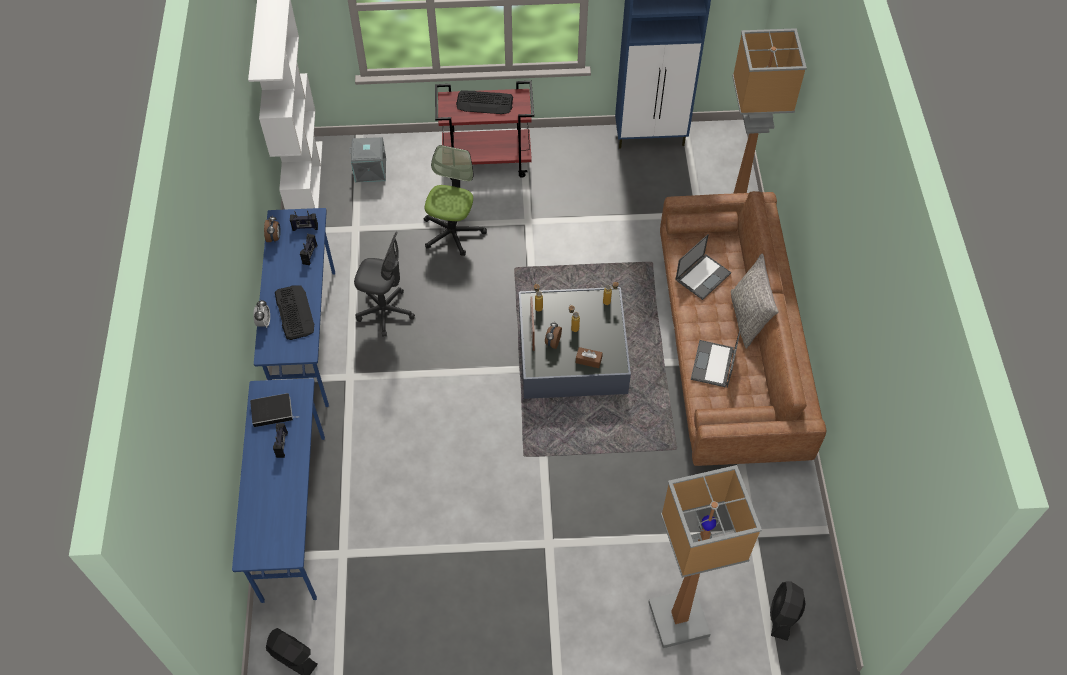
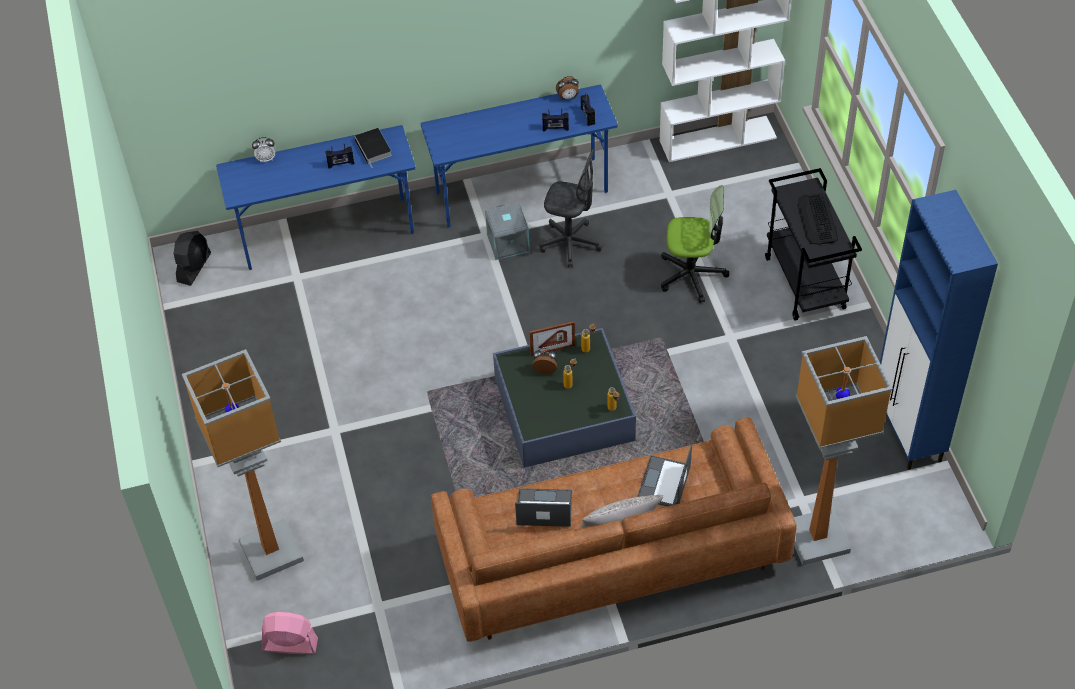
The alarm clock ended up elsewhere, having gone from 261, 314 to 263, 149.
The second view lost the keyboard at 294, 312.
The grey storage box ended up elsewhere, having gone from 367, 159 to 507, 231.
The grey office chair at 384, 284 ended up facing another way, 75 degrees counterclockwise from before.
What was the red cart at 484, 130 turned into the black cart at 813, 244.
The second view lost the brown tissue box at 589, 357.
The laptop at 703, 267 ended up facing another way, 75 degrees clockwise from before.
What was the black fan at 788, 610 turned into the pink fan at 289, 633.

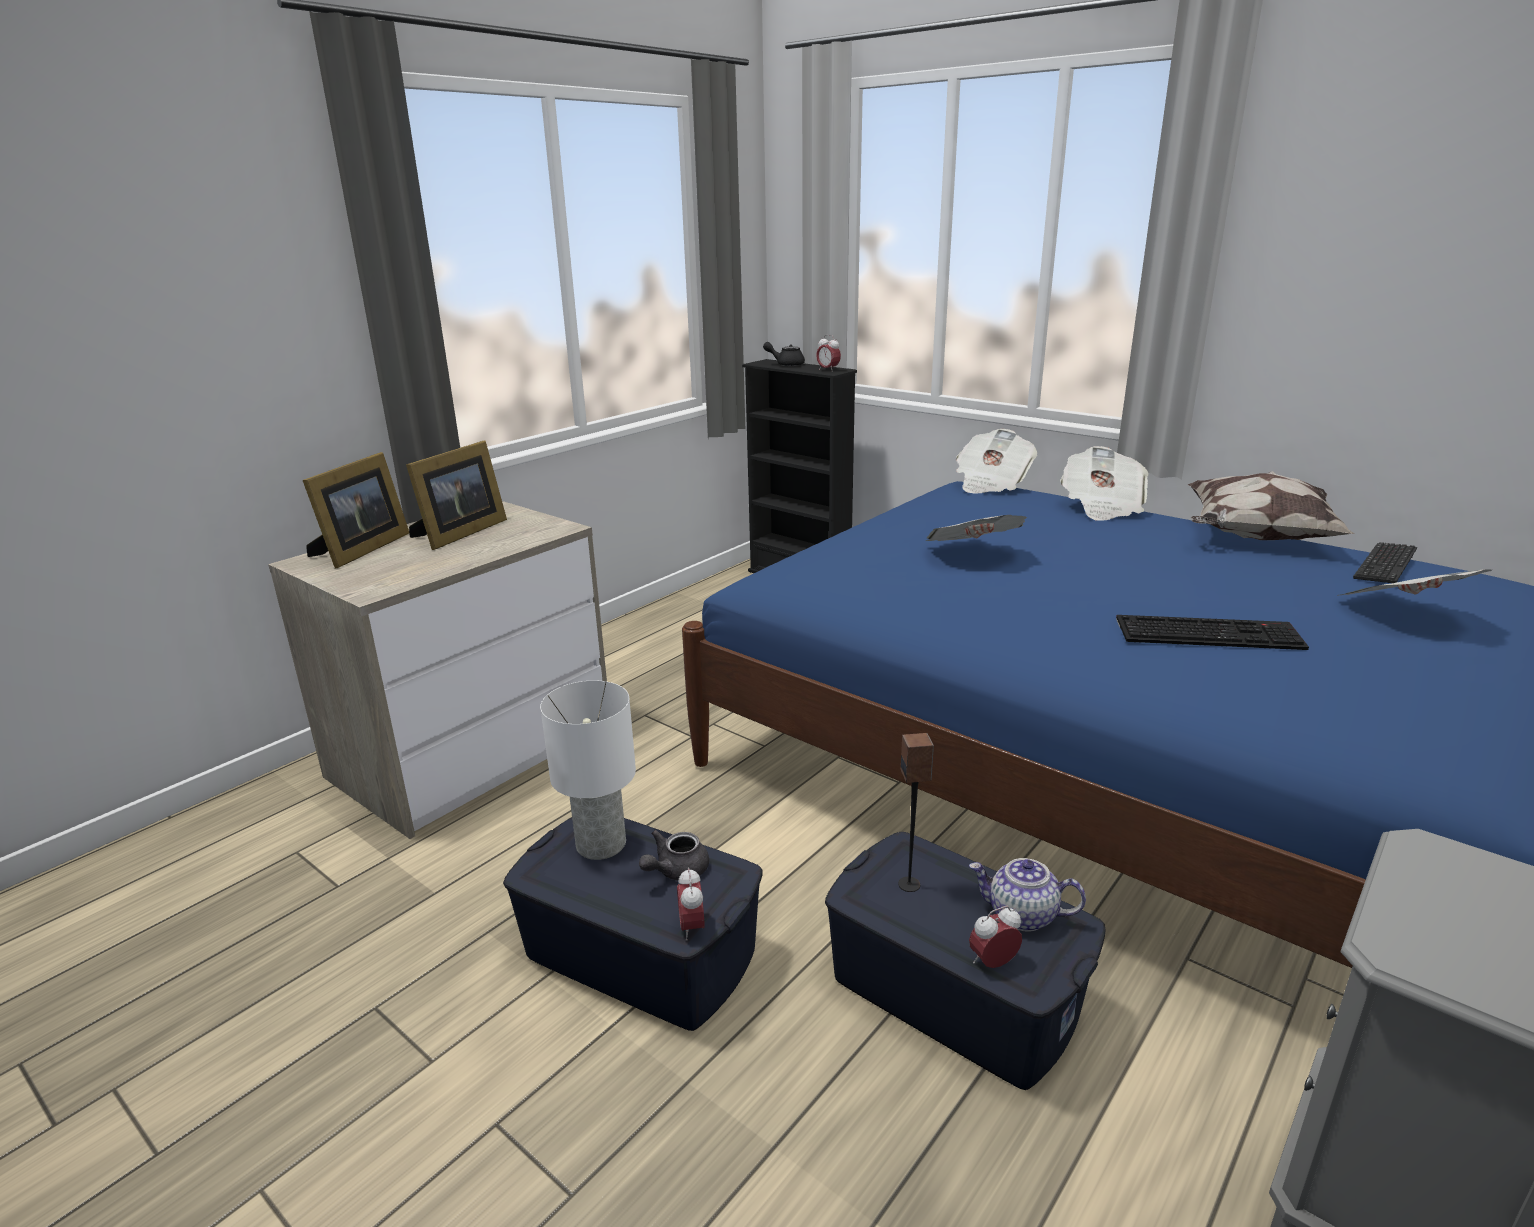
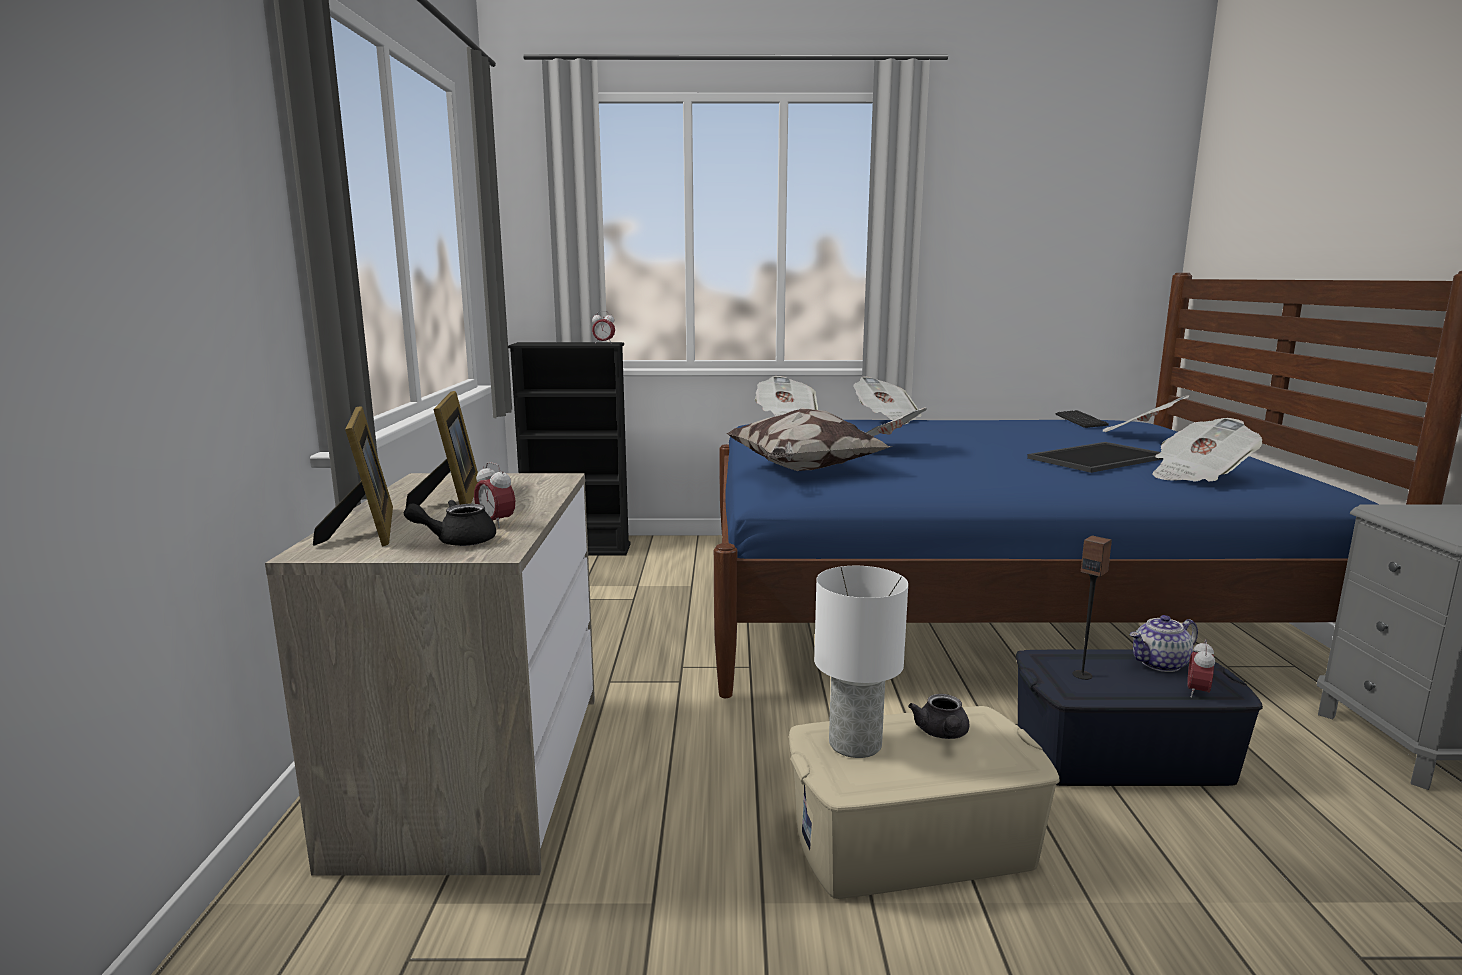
What was the blue storage box at 633, 924 turned into the beige storage box at 924, 802.
The alarm clock ended up elsewhere, having gone from 691, 904 to 494, 495.
The black teapot ended up elsewhere, having gone from 784, 354 to 450, 523.
Where the keyboard stood at 1212, 632, the tray came to stand at 1095, 457.
The pillow ended up elsewhere, having gone from 1271, 505 to 808, 439.
The second view gained the newspaper at 1207, 450.

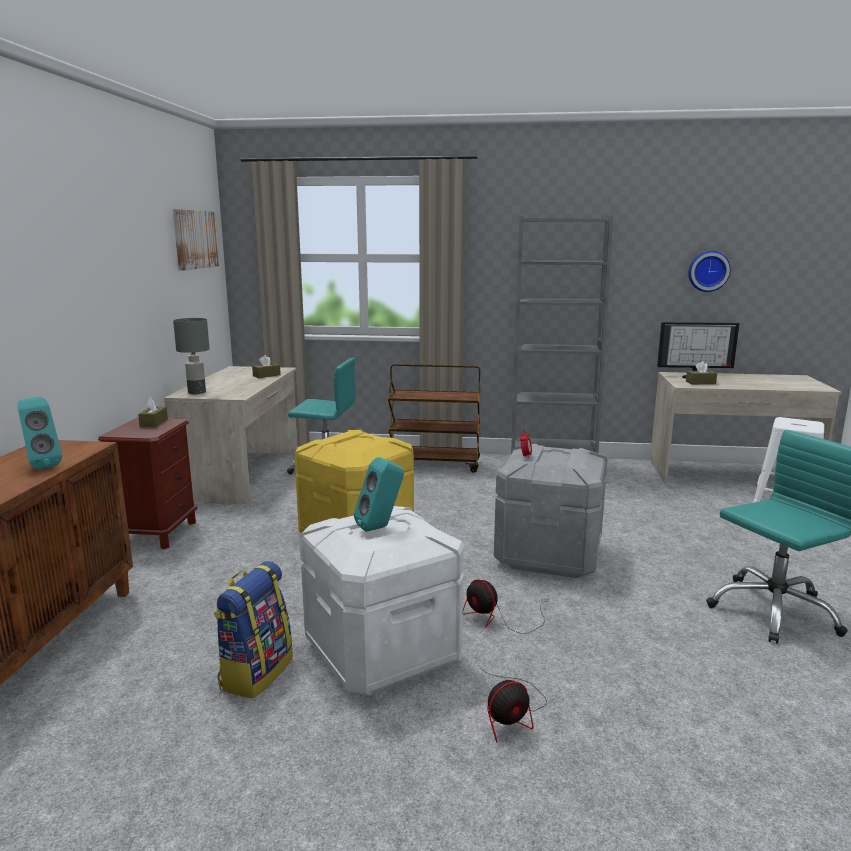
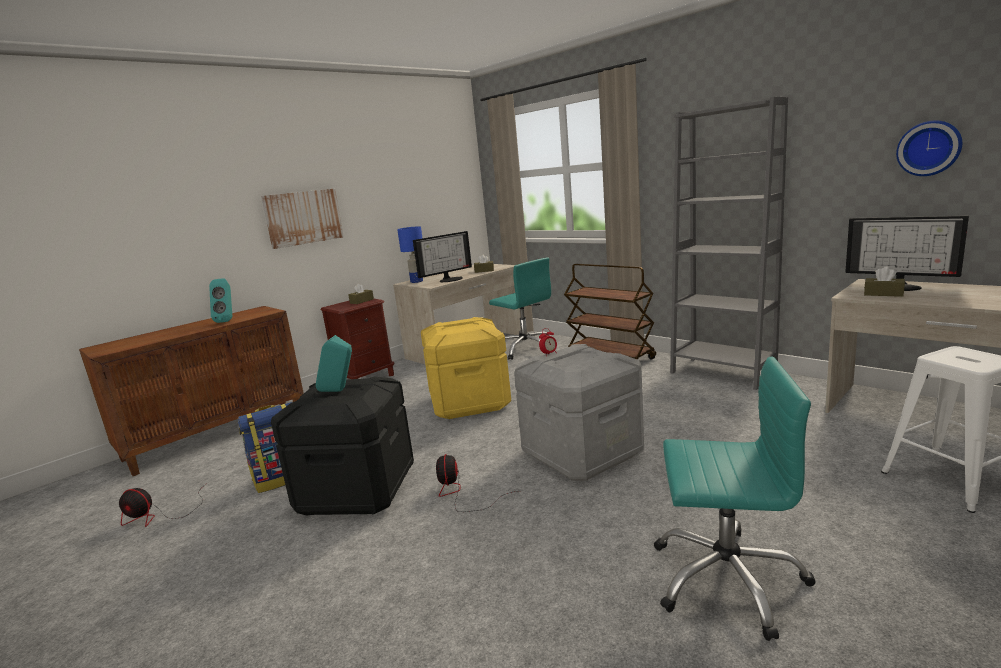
The picture ended up elsewhere, having gone from 196, 240 to 302, 219.
What was the grey table lamp at 191, 356 turned into the blue table lamp at 410, 254.
What was the white storage box at 382, 600 turned into the black storage box at 342, 446.
The fan ended up elsewhere, having gone from 512, 703 to 162, 505.
The second view gained the monitor at 442, 256.

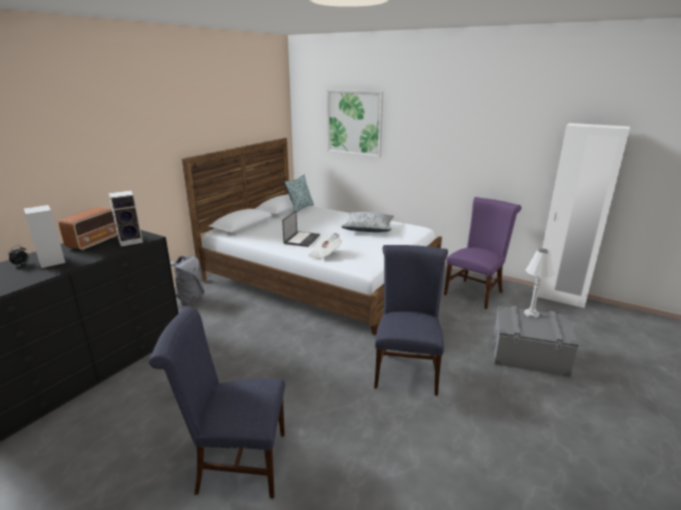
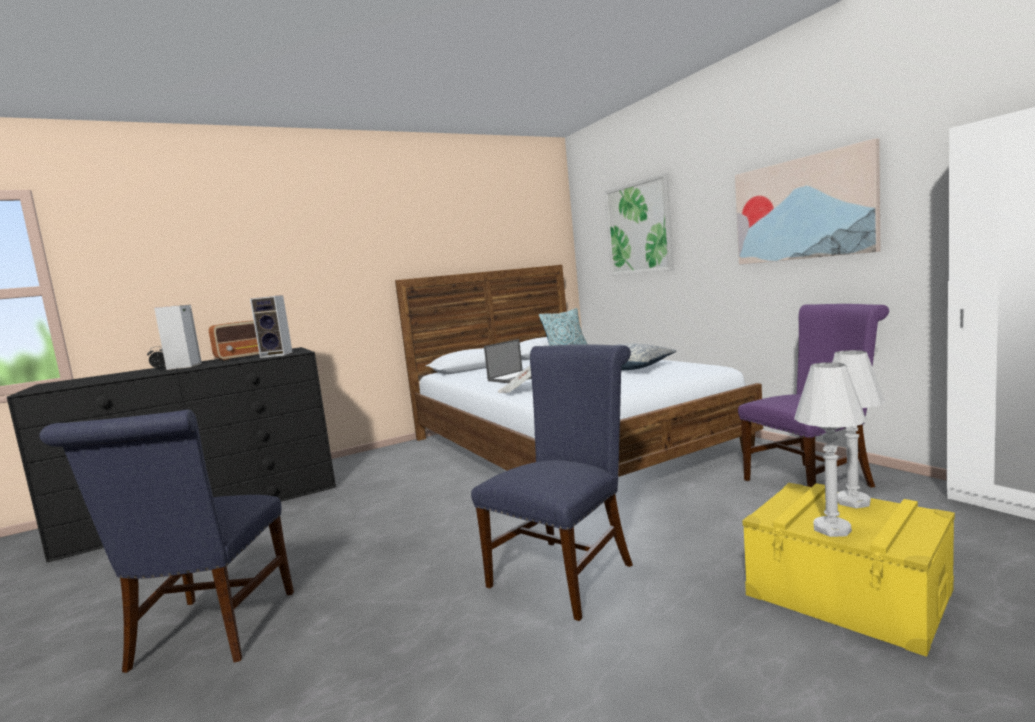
The blue chair at 217, 402 ended up facing another way, 120 degrees counterclockwise from before.
The second view lost the grey backpack at 187, 280.
What was the grey storage box at 536, 341 turned into the yellow storage box at 849, 570.
The second view gained the picture at 807, 201.
The second view gained the white table lamp at 830, 449.

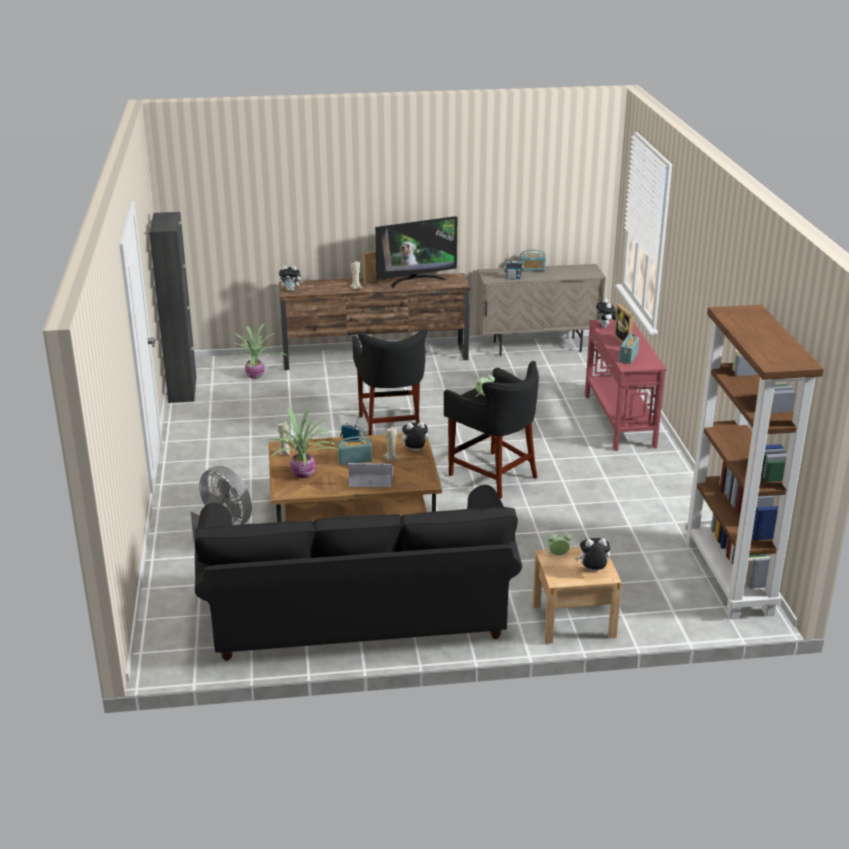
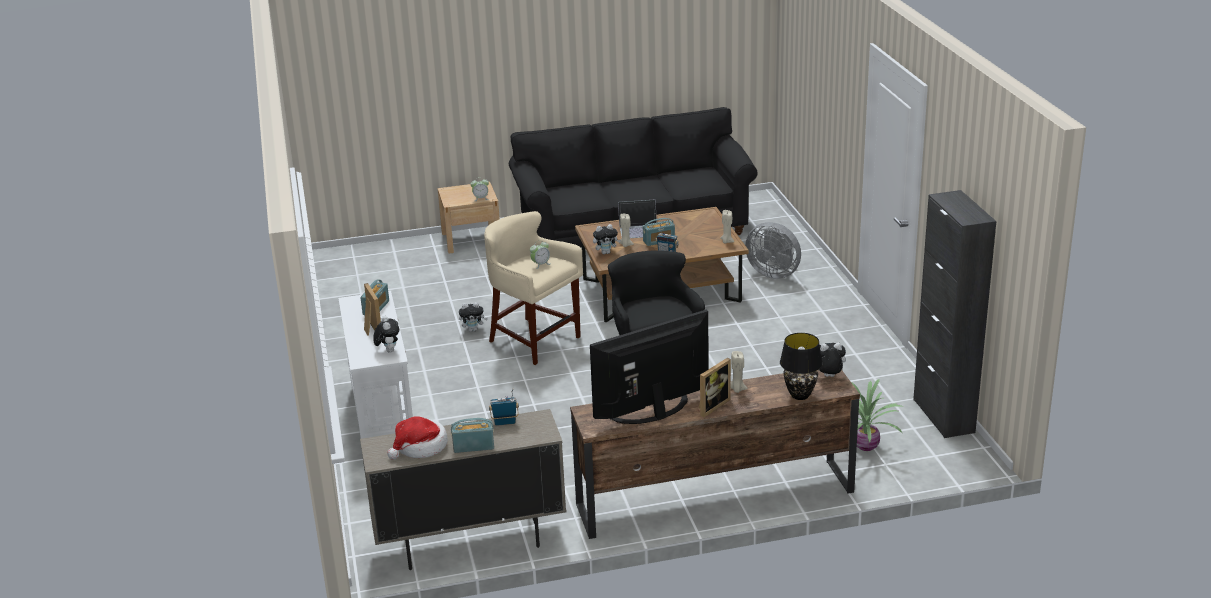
The second view lost the potted plant at 303, 442.
What was the black stool at 491, 430 turned into the beige stool at 533, 288.
The plush toy ended up elsewhere, having gone from 592, 554 to 473, 317.
What was the red console table at 626, 385 turned into the white console table at 375, 365.
The second view lost the brown bookcase at 754, 462.
The second view gained the hat at 417, 438.
The second view gained the black table lamp at 801, 366.

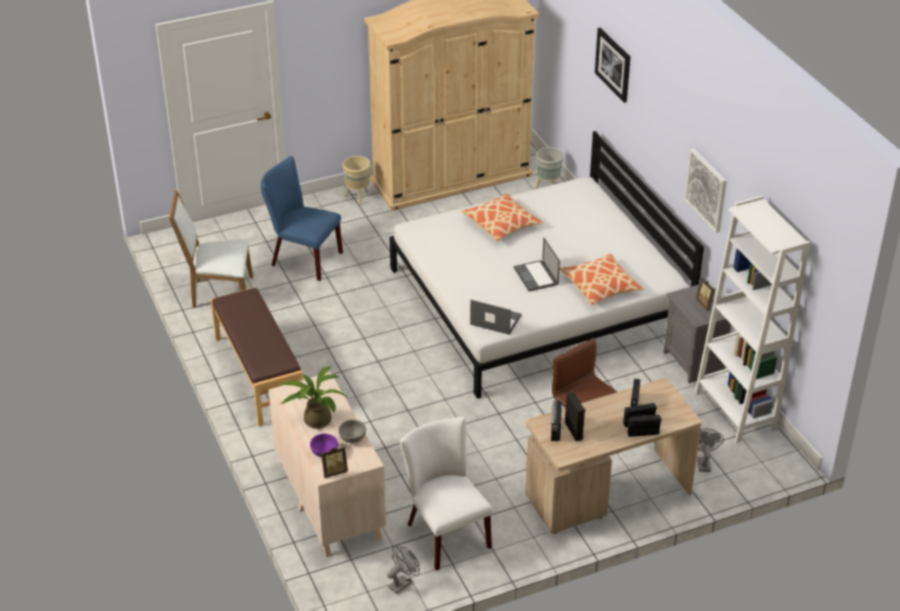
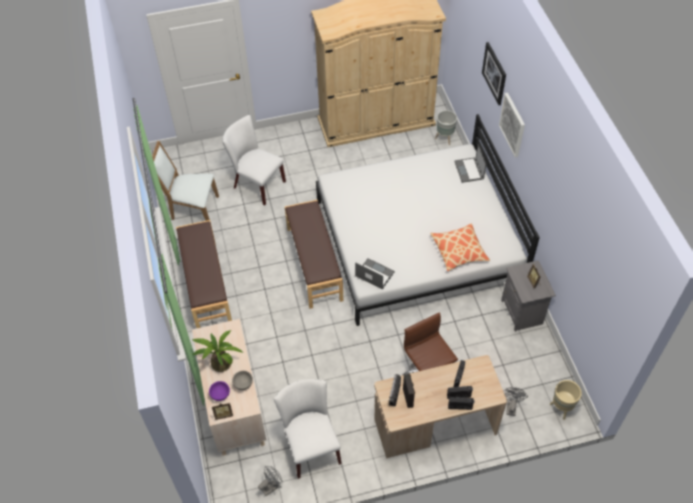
What was the blue chair at 302, 218 turned into the white chair at 254, 160.
The beige planter ended up elsewhere, having gone from 356, 180 to 565, 400.
The second view lost the pillow at 502, 217.
The laptop ended up elsewhere, having gone from 537, 264 to 470, 163.
The picture ended up elsewhere, having gone from 706, 190 to 512, 125.
The second view lost the white bookcase at 752, 319.
The second view gained the brown bench at 314, 254.

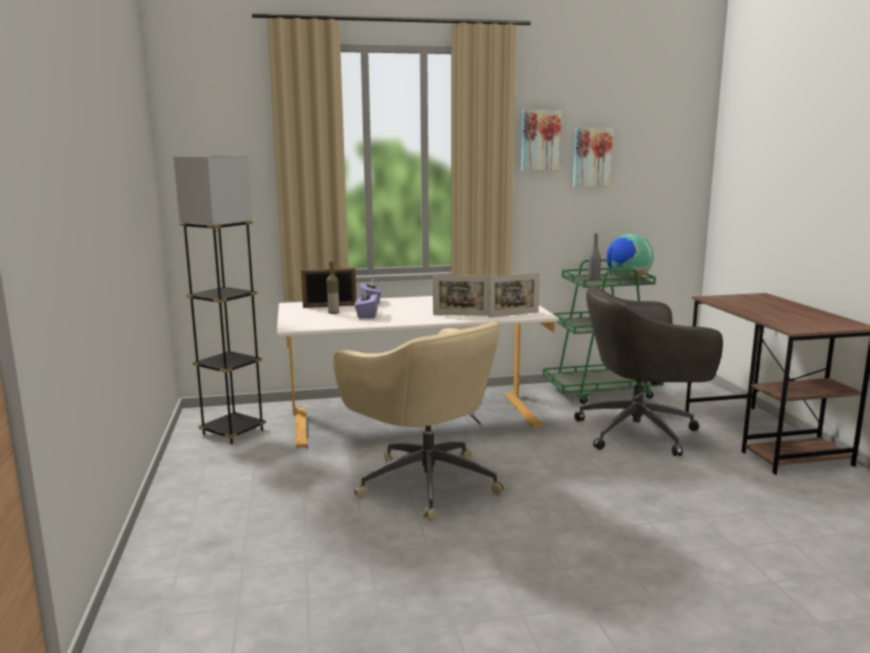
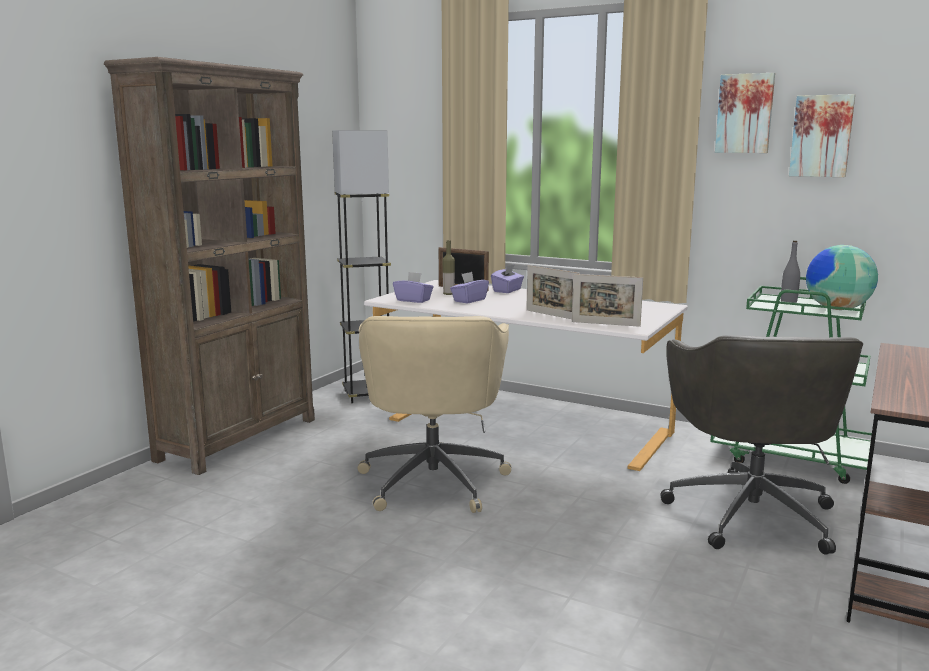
The grey office chair at 648, 371 ended up facing another way, 120 degrees counterclockwise from before.
The second view gained the brown bookcase at 209, 266.
The second view gained the purple tissue box at 413, 287.

